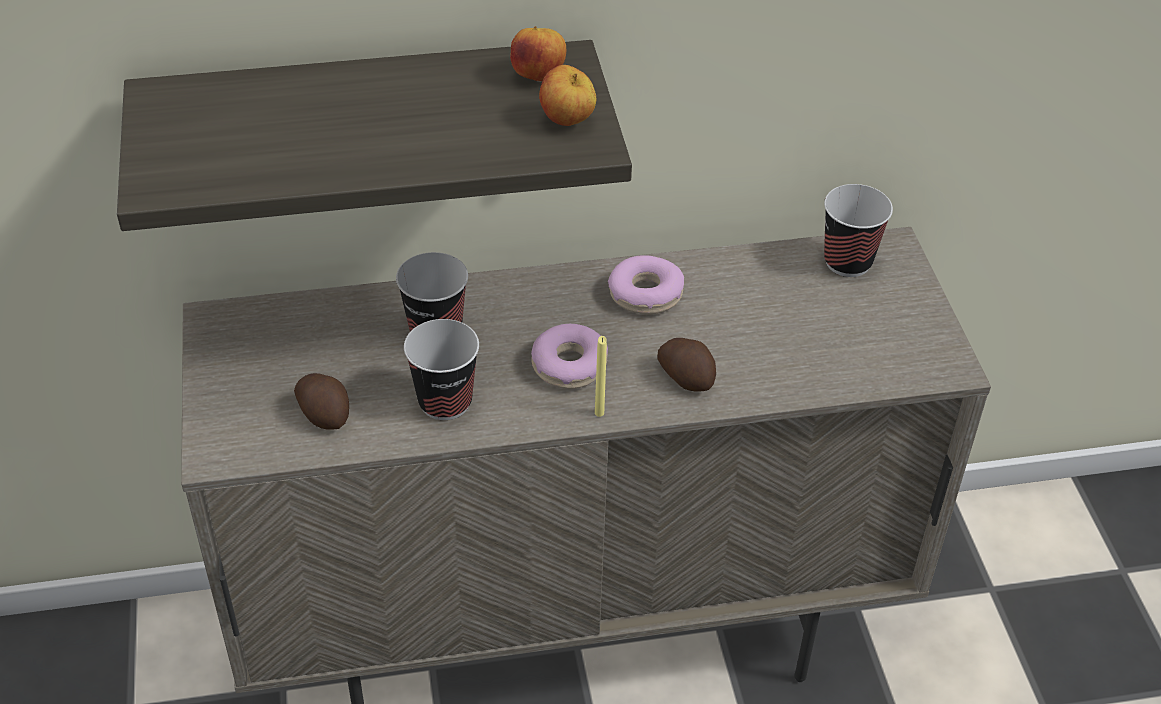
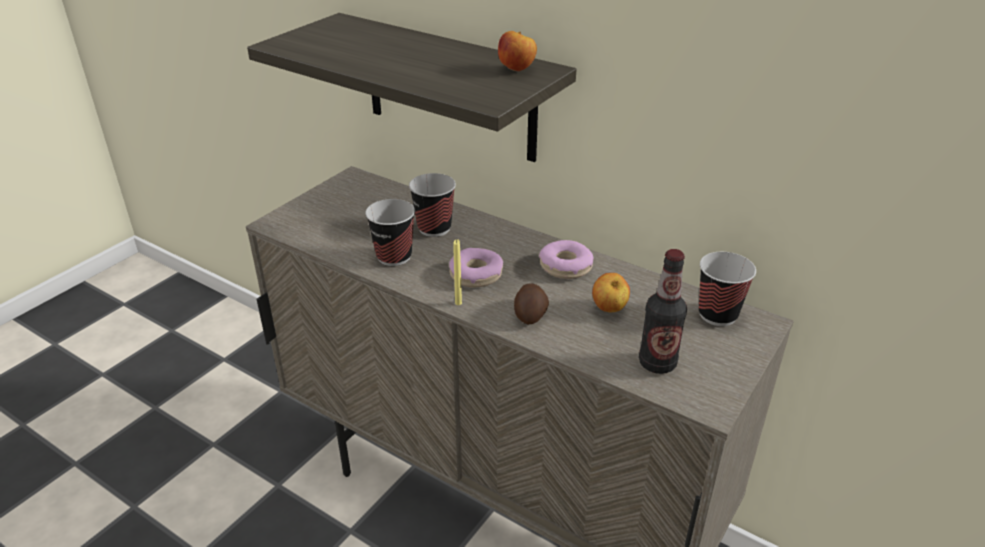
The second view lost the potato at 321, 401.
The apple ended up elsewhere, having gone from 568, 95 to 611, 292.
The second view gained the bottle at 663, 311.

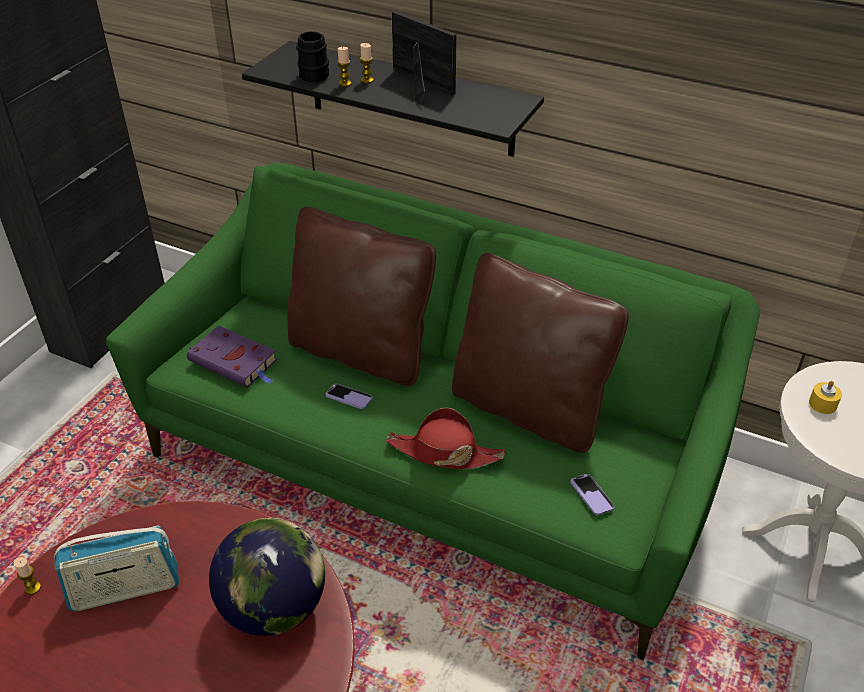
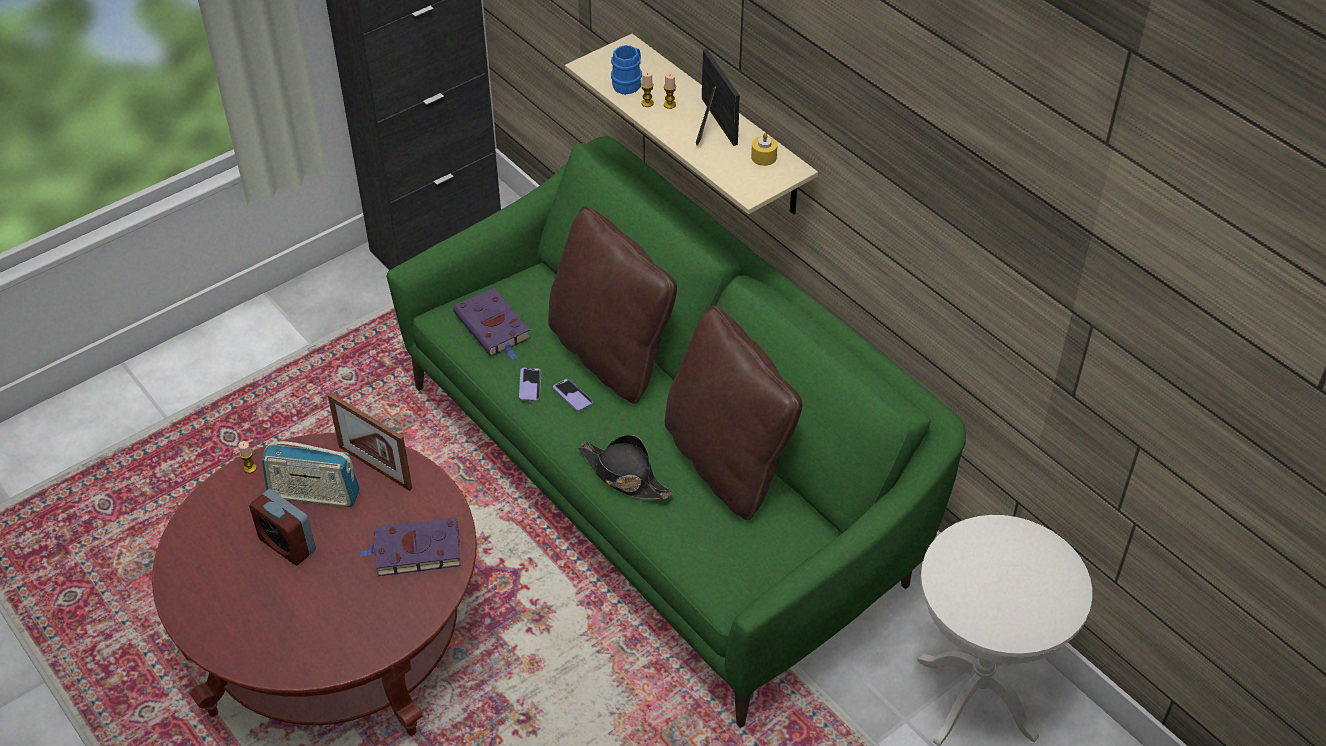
Where the globe stood at 267, 577, the purple book came to stand at 410, 546.
What was the black shelf at 393, 99 turned into the beige shelf at 691, 124.
What was the black mug at 312, 56 turned into the blue mug at 626, 70.
What was the red hat at 445, 438 turned into the black hat at 625, 467.
The phone ended up elsewhere, having gone from 592, 494 to 530, 384.
The yellow candle ended up elsewhere, having gone from 825, 397 to 764, 149.
The second view gained the alarm clock at 282, 527.
The second view gained the picture frame at 370, 442.

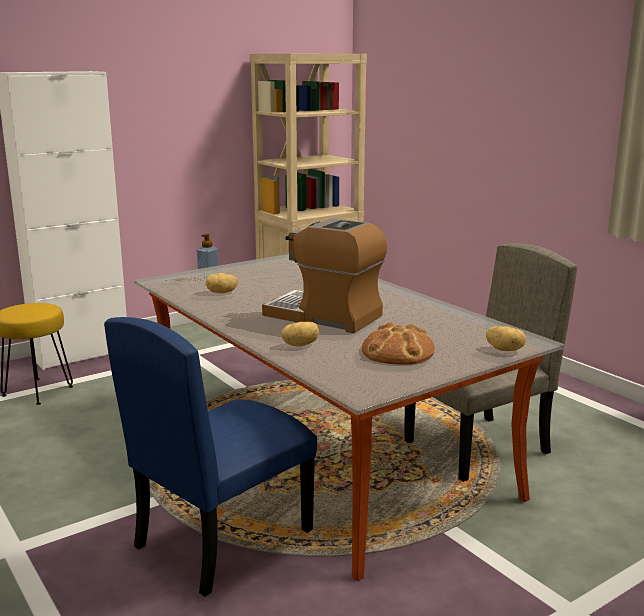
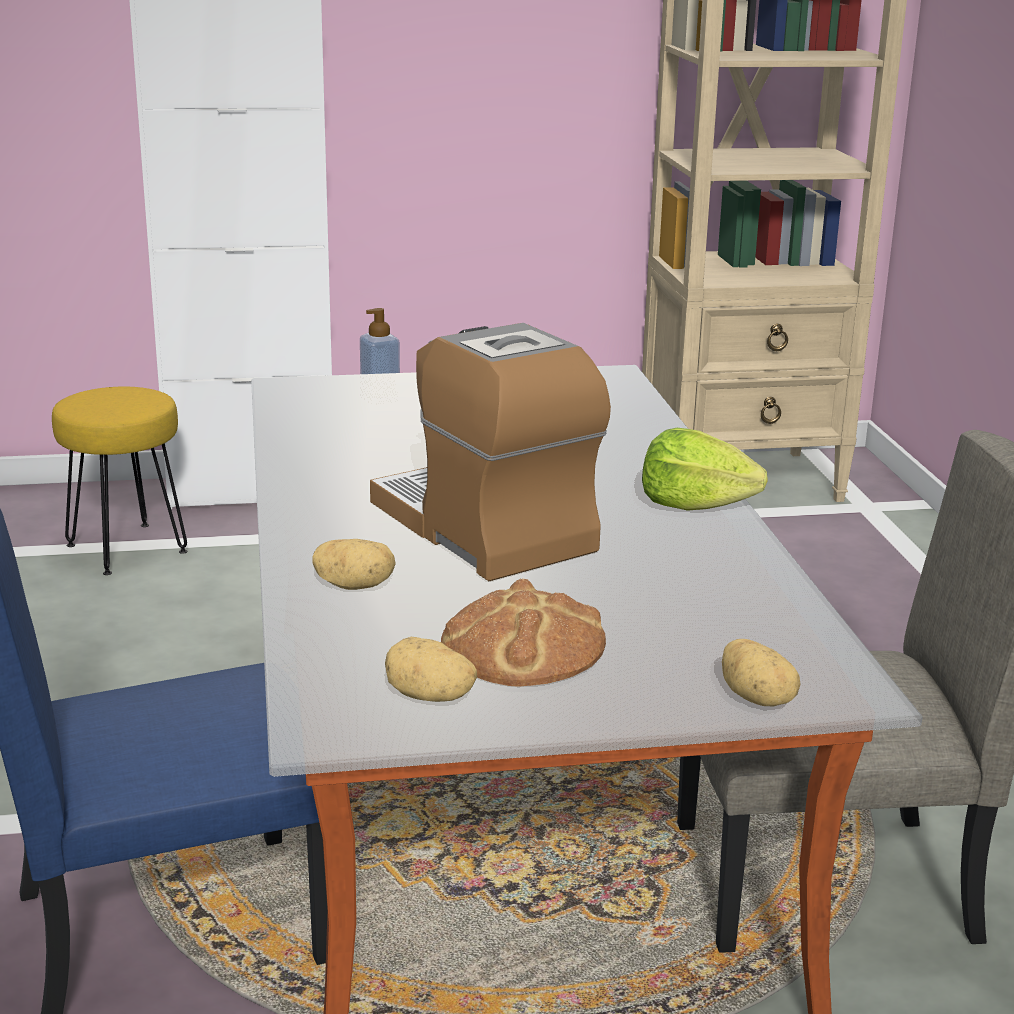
The potato ended up elsewhere, having gone from 222, 283 to 431, 669.
The second view gained the lettuce at 705, 469.

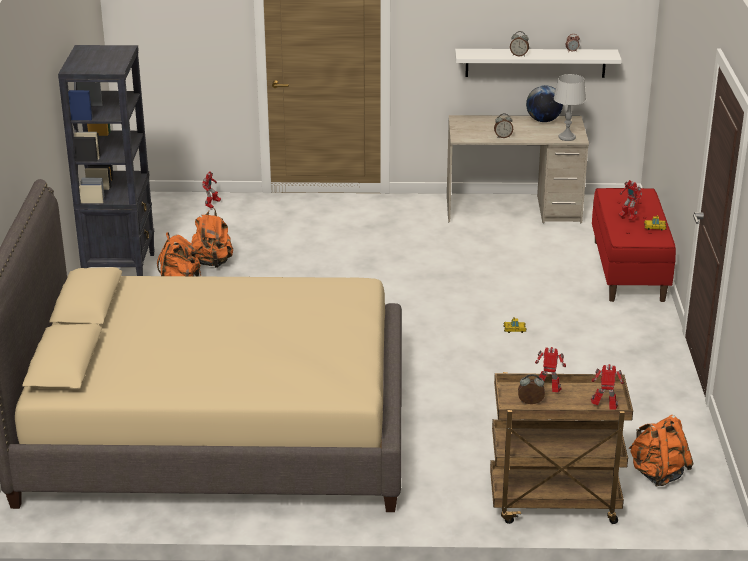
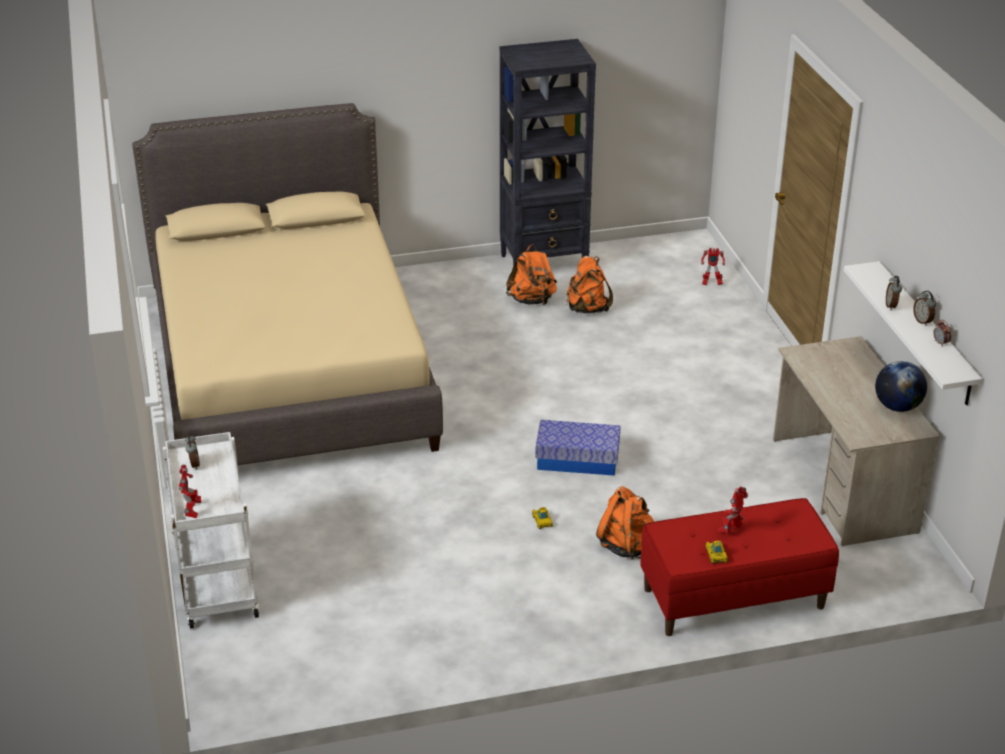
What was the brown cart at 561, 448 turned into the white cart at 211, 530.
The alarm clock ended up elsewhere, having gone from 503, 125 to 924, 308.
The second view lost the toy robot at 550, 369.
The second view lost the grey table lamp at 570, 107.
The orange backpack ended up elsewhere, having gone from 661, 450 to 625, 522.
The second view gained the storage box at 578, 448.

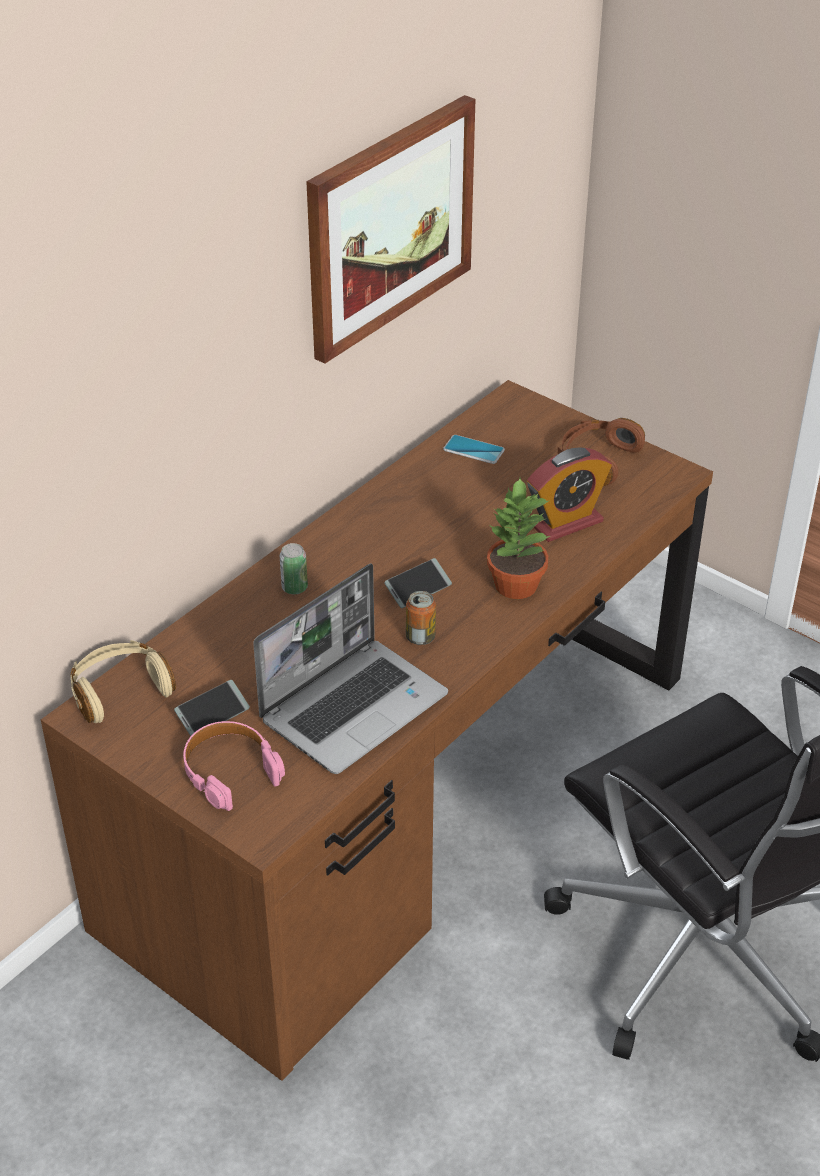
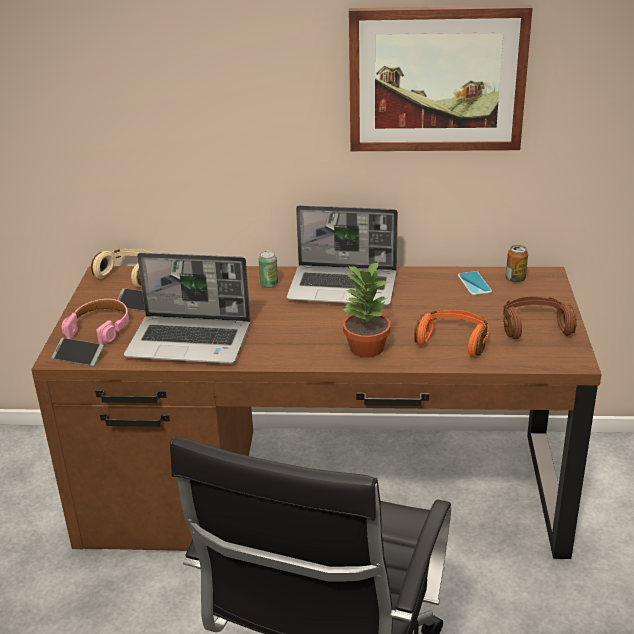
The phone ended up elsewhere, having gone from 418, 583 to 78, 352.
The can ended up elsewhere, having gone from 421, 618 to 517, 264.
Where the alarm clock stood at 569, 494, the orange headphones came to stand at 451, 333.
The second view gained the laptop at 342, 255.

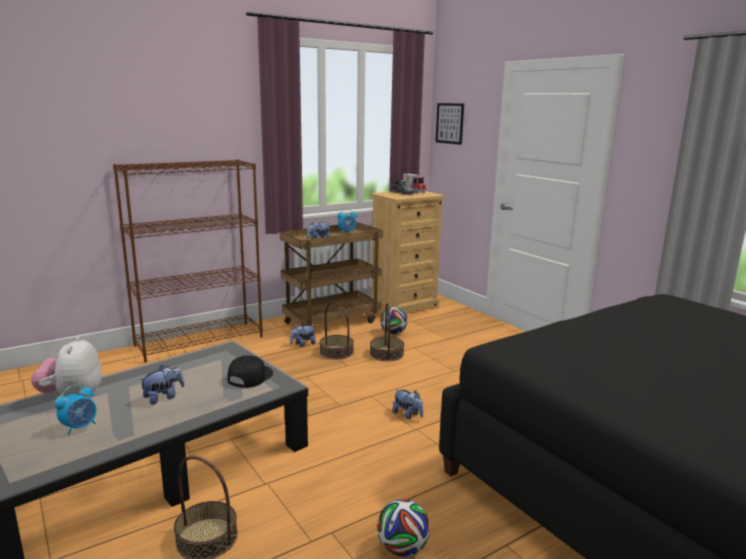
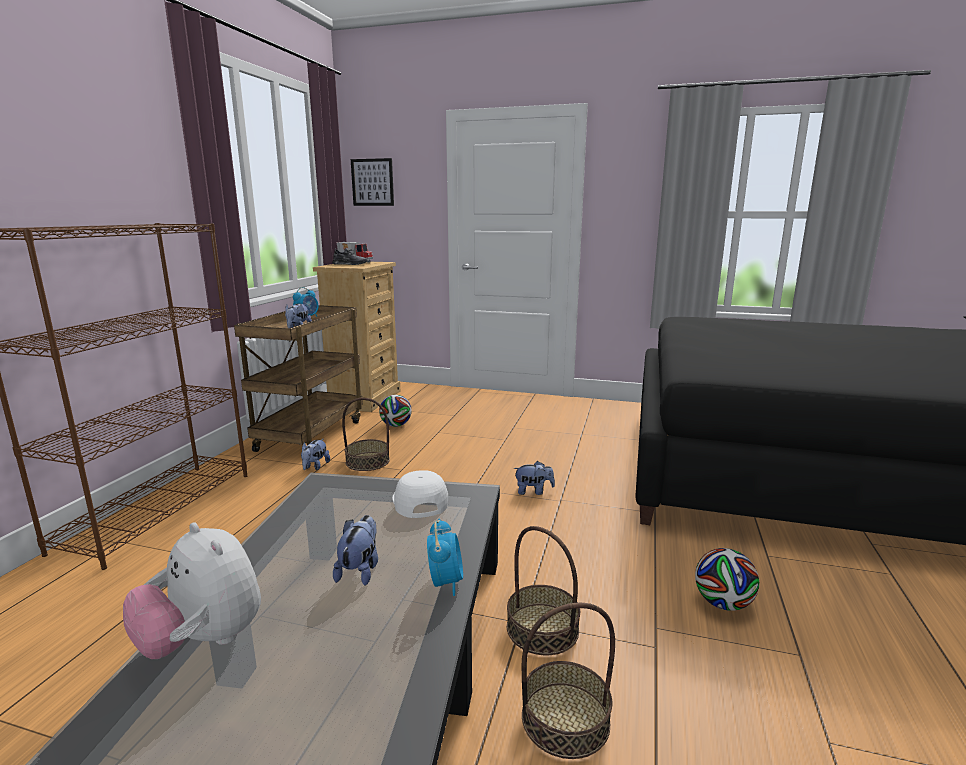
The alarm clock ended up elsewhere, having gone from 75, 410 to 445, 557.
What was the black cap at 250, 371 turned into the white cap at 420, 494.
The basket ended up elsewhere, having gone from 387, 332 to 543, 590.

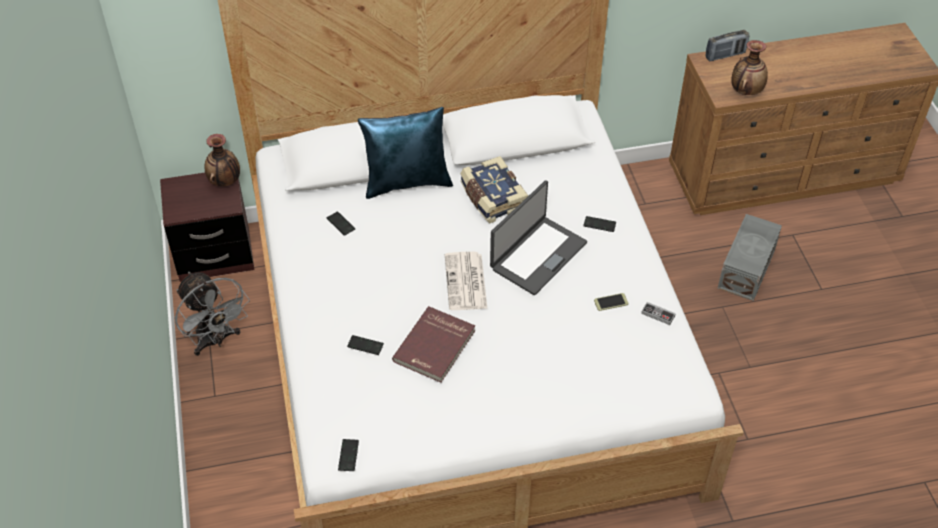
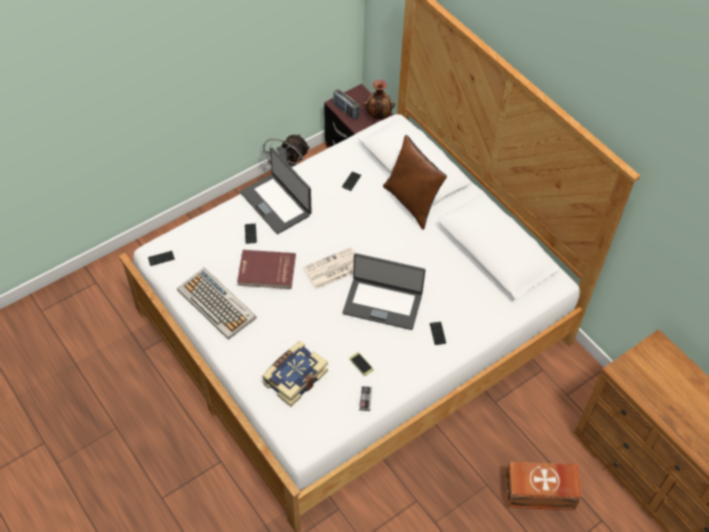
What was the blue pillow at 405, 153 turned into the brown pillow at 415, 182.
The book ended up elsewhere, having gone from 494, 189 to 295, 374.
The radio ended up elsewhere, having gone from 727, 46 to 346, 104.
What was the grey storage box at 749, 257 turned into the brown storage box at 543, 486.
The second view lost the vase at 749, 67.
The second view gained the keyboard at 217, 304.
The second view gained the laptop at 276, 190.

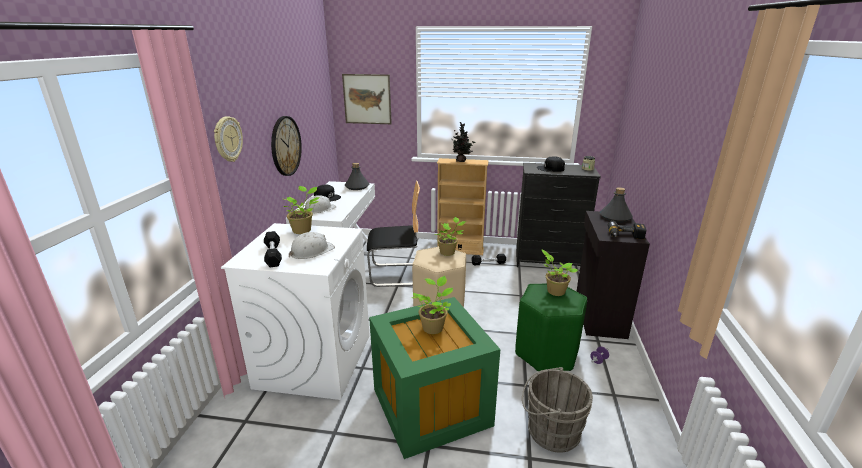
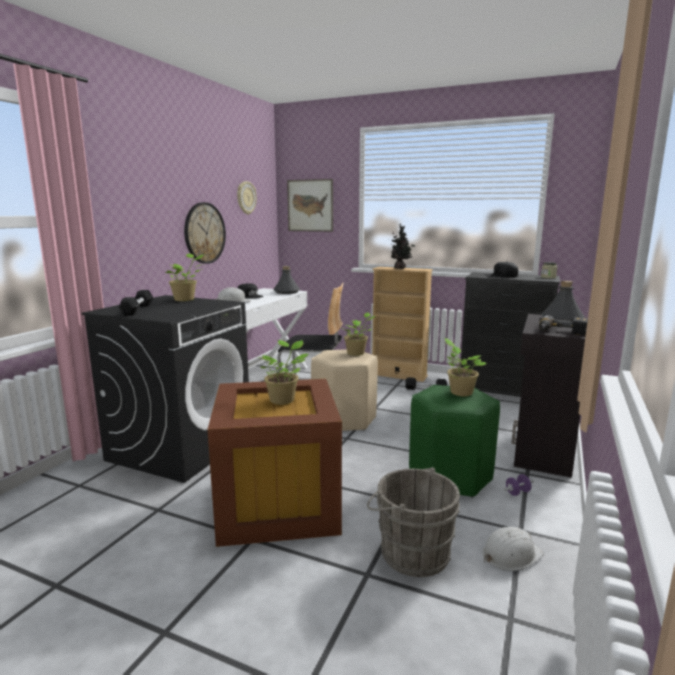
The wall clock ended up elsewhere, having gone from 228, 139 to 247, 198.
What was the white washing machine at 295, 311 turned into the black washing machine at 165, 389.
The white hard hat ended up elsewhere, having gone from 312, 245 to 513, 549.
What was the green storage box at 434, 378 turned into the brown storage box at 274, 463.

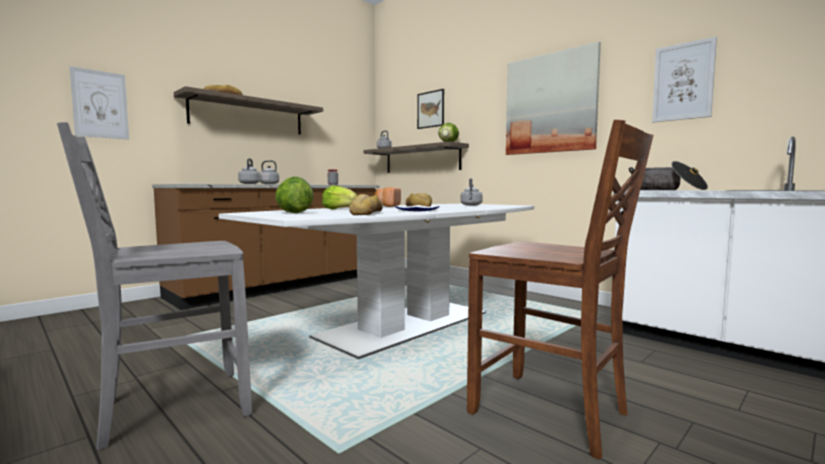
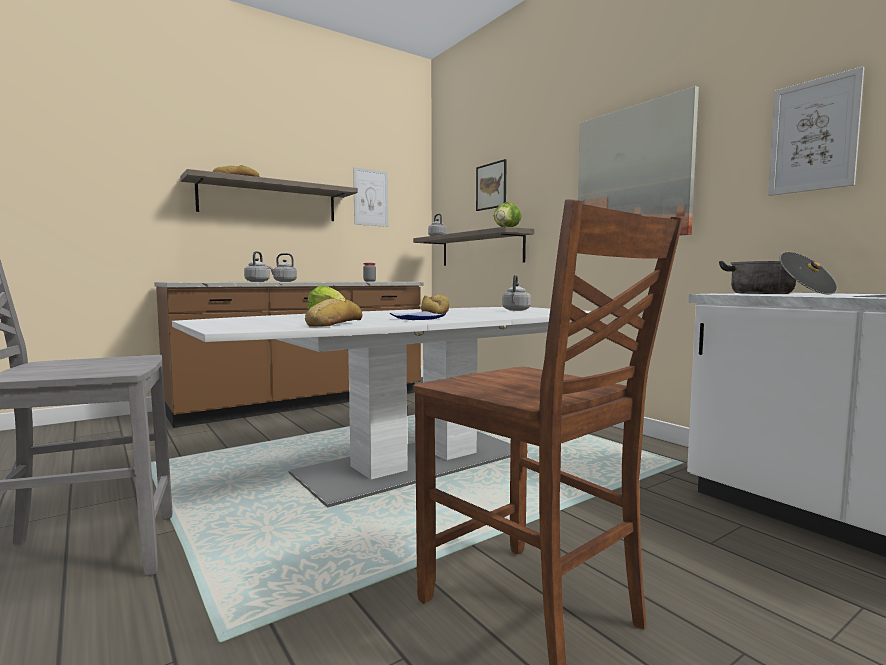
The picture ended up elsewhere, having gone from 99, 102 to 370, 197.
The second view lost the lettuce at 294, 194.
The second view lost the bread at 388, 197.

